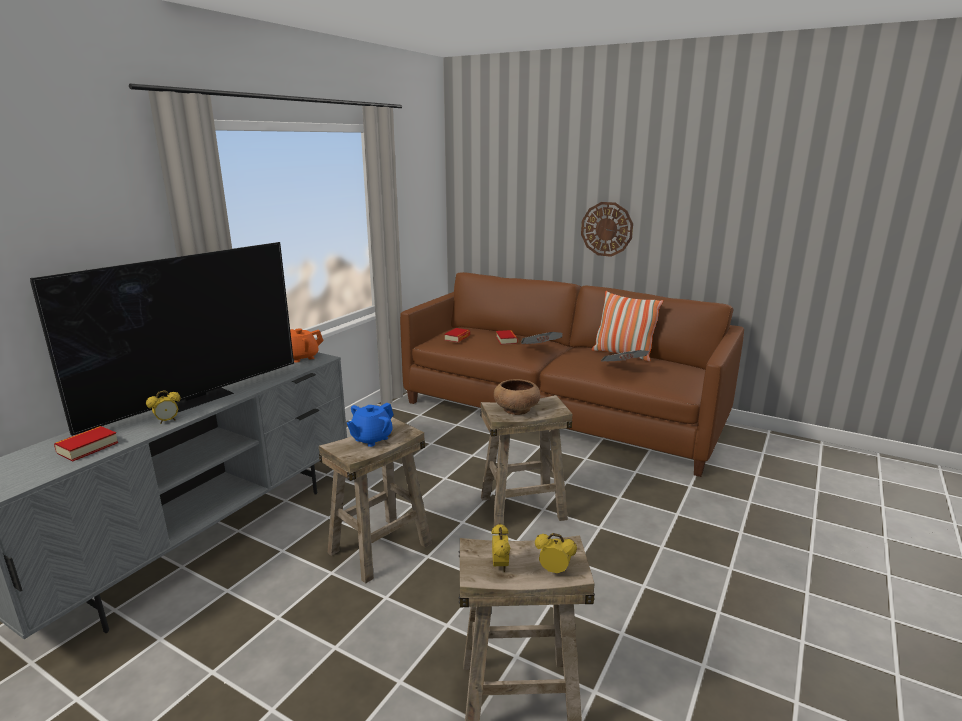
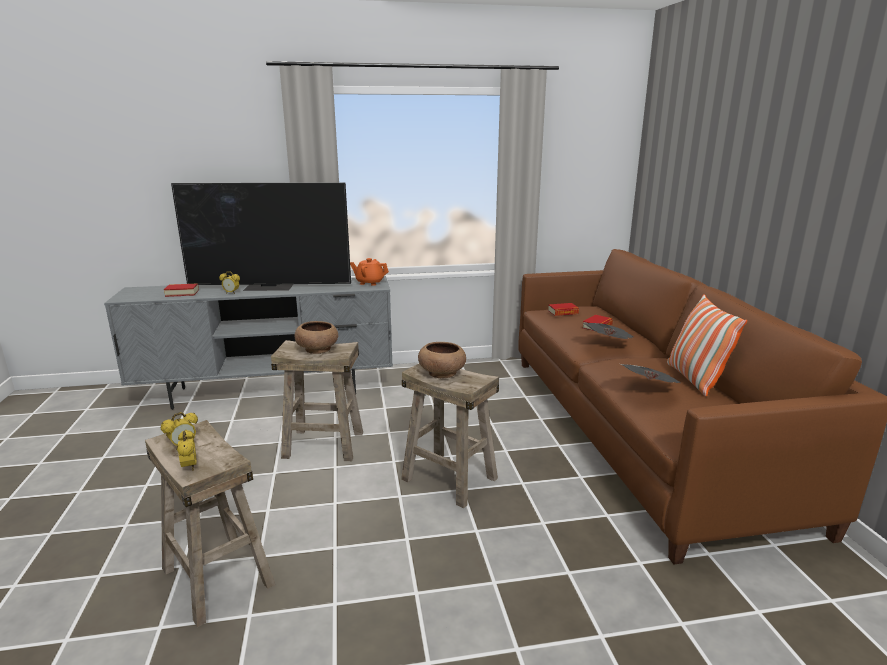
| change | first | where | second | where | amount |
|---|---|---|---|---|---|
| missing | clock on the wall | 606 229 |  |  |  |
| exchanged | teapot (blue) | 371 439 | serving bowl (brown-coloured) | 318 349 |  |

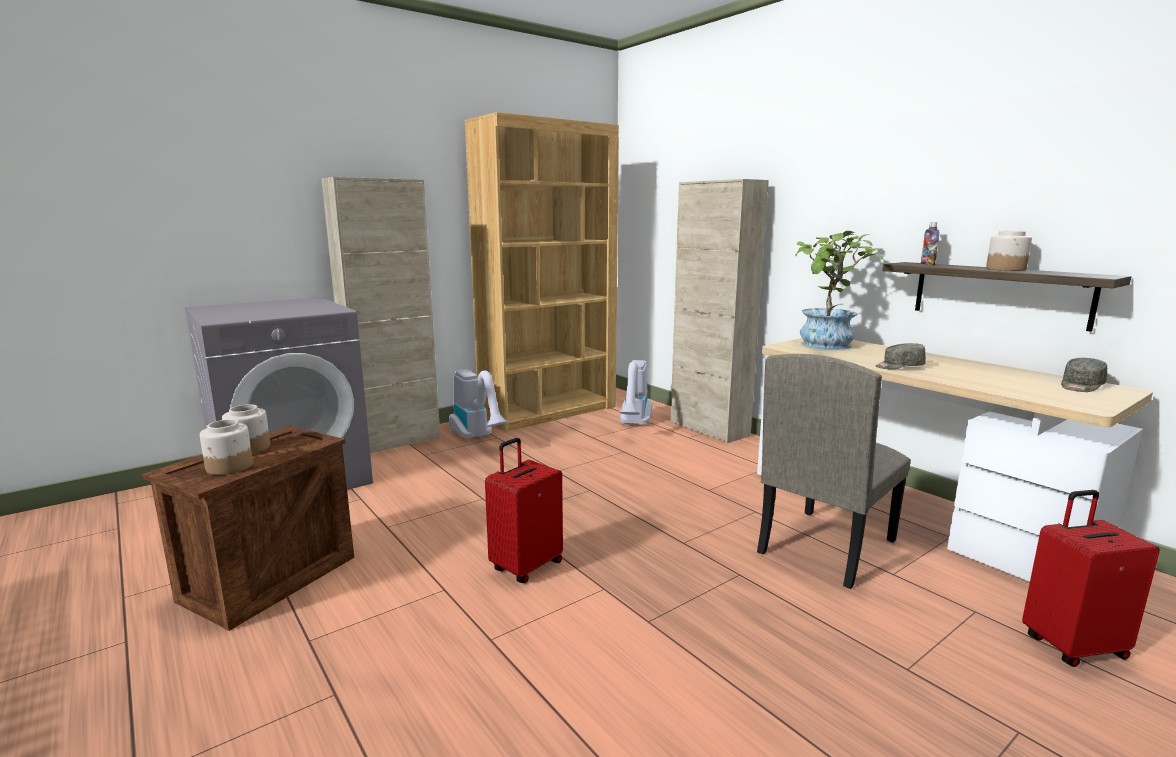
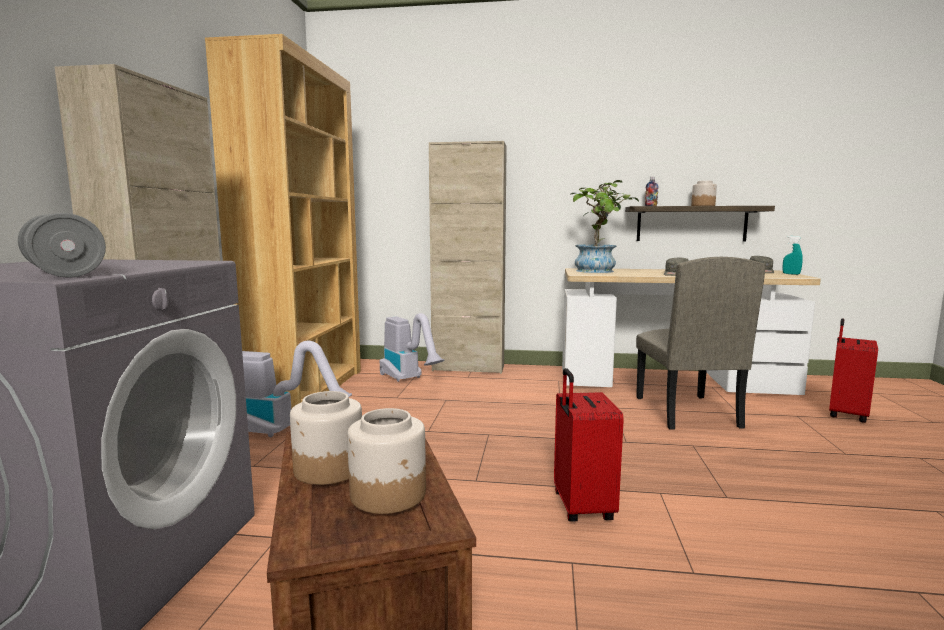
| change | first | where | second | where | amount |
|---|---|---|---|---|---|
| appeared |  |  | dumbbell (greyish) | 64 273 |  |
| appeared |  |  | spray bottle (blue-green) | 791 274 |  |

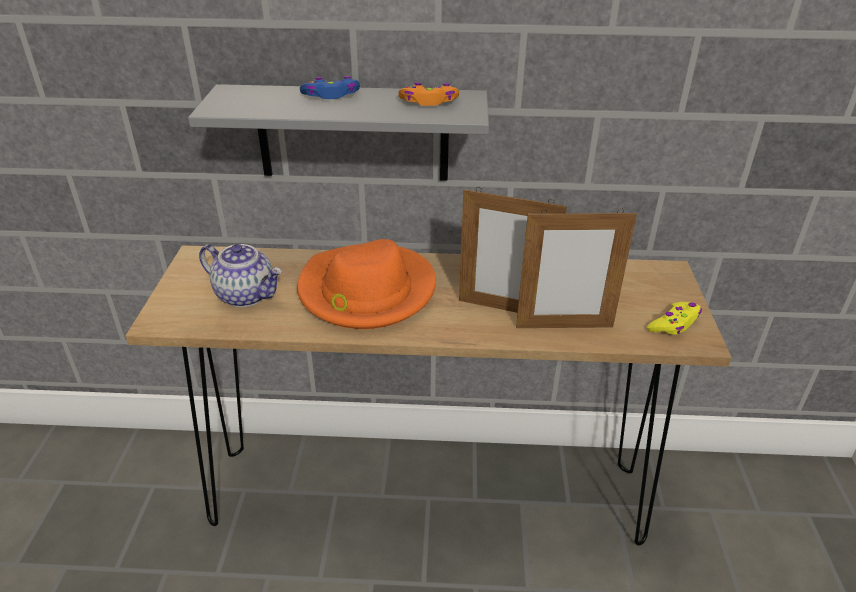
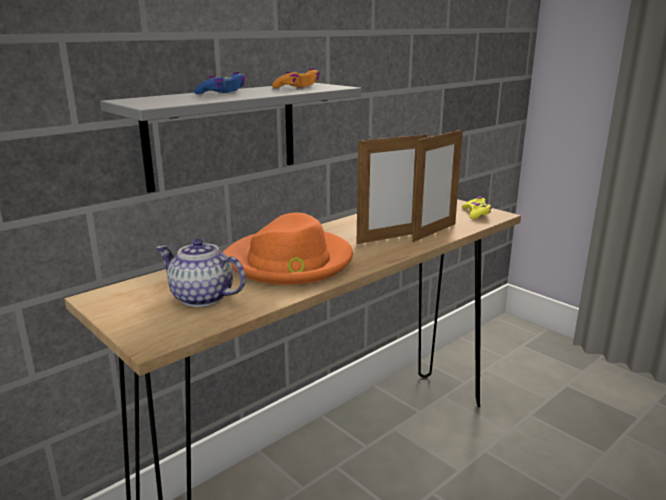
| change | first | where | second | where | amount |
|---|---|---|---|---|---|
| spun | teapot | 246 295 |  | 201 297 | 135 degrees counterclockwise |

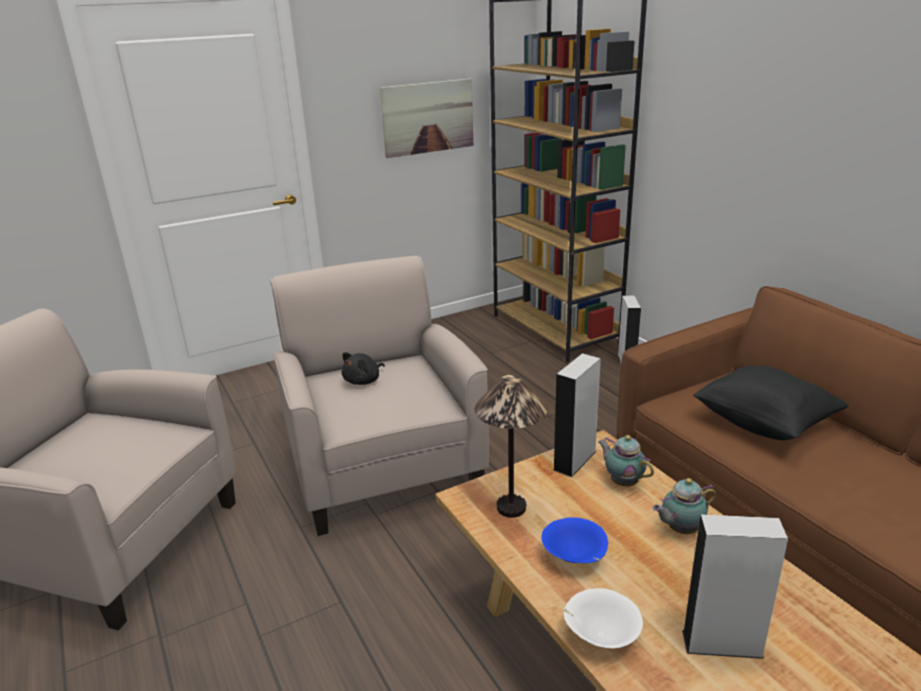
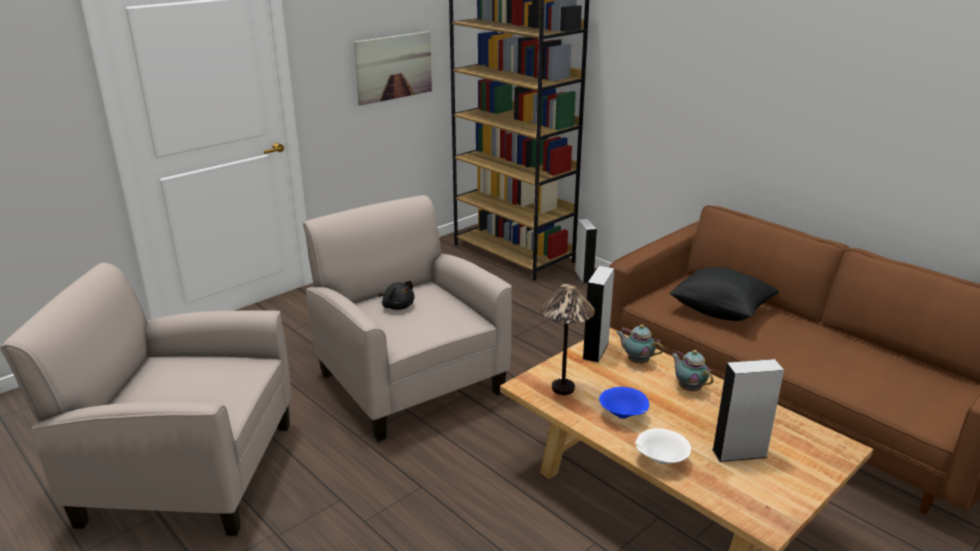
| change | first | where | second | where | amount |
|---|---|---|---|---|---|
| spun | plush toy (blackish) | 363 381 |  | 397 306 | 75 degrees counterclockwise |
| spun | teapot | 680 529 |  | 688 388 | 90 degrees clockwise |

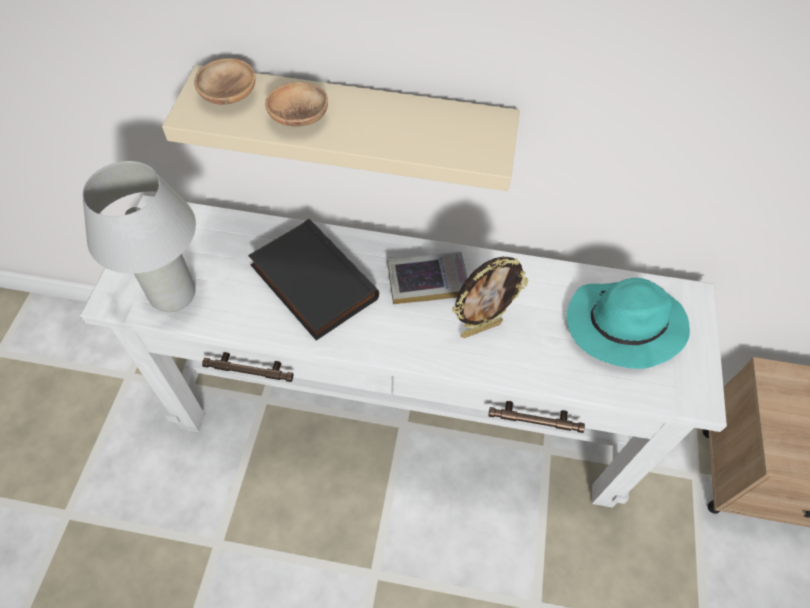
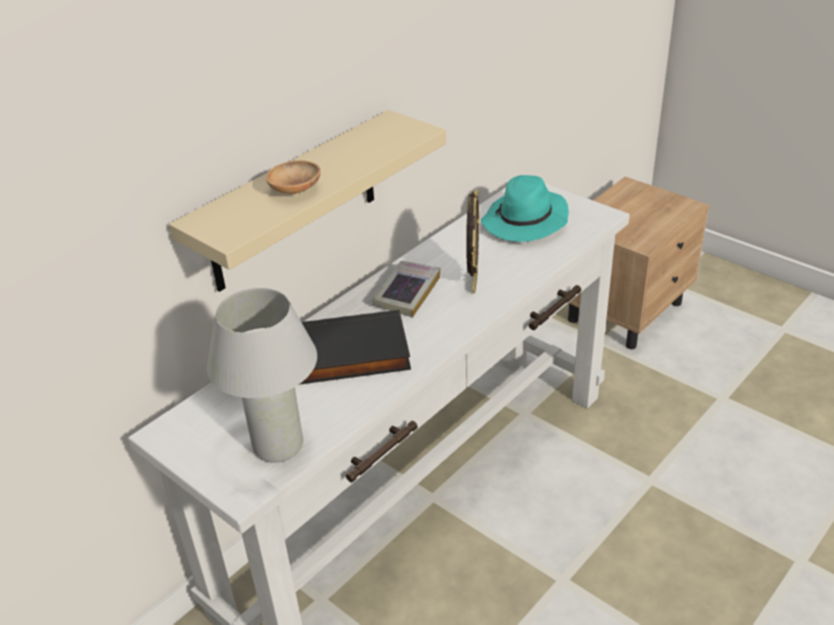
| change | first | where | second | where | amount |
|---|---|---|---|---|---|
| missing | serving bowl (brown-coloured) | 229 95 |  |  |  |

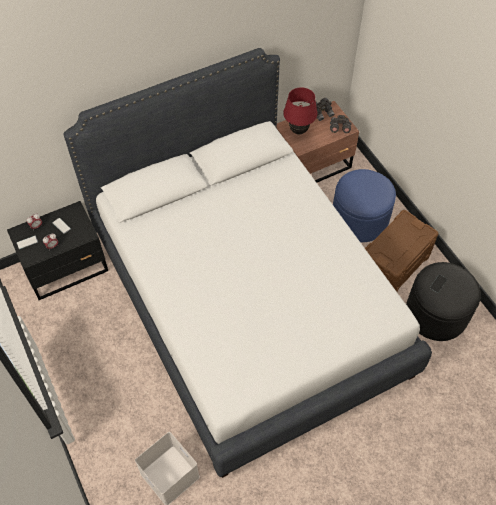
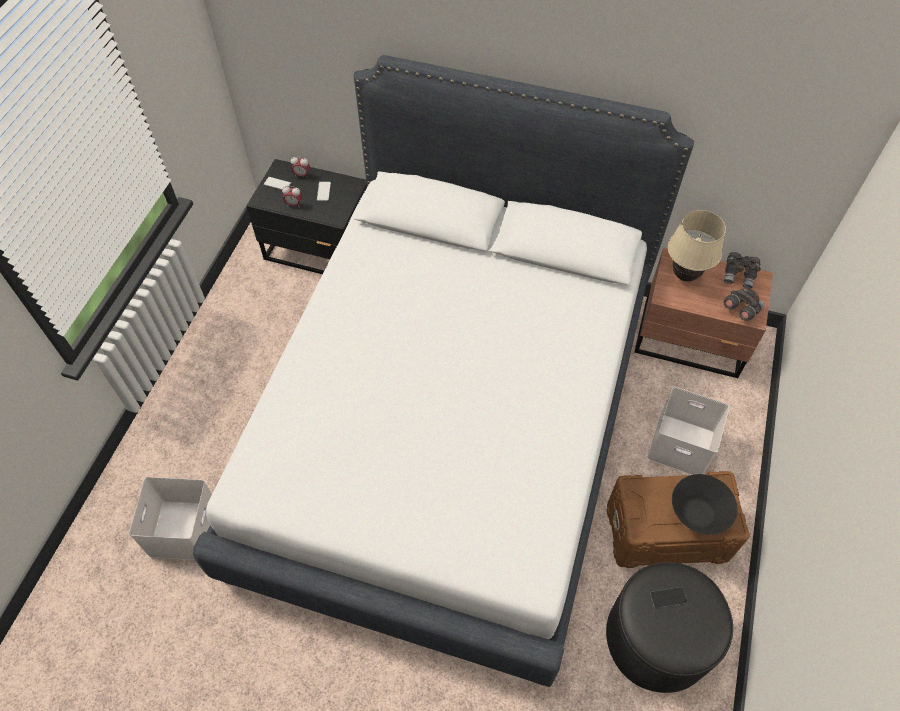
| change | first | where | second | where | amount |
|---|---|---|---|---|---|
| colour | table lamp (red-coloured) | 298 131 | table lamp (beige-coloured) | 684 275 |  |
| exchanged | pouffe (blue) | 359 219 | storage container (white-coloured) | 682 444 |  |
| appeared |  |  | serving bowl (blackish) | 697 513 |  |

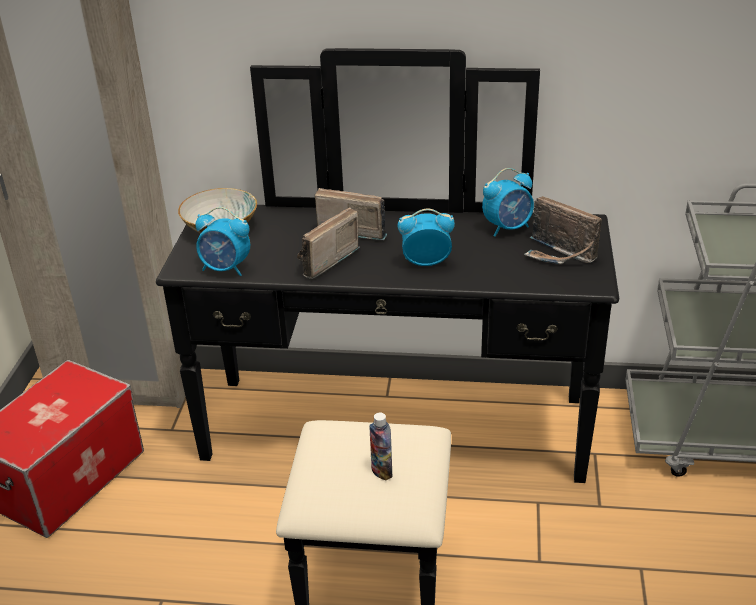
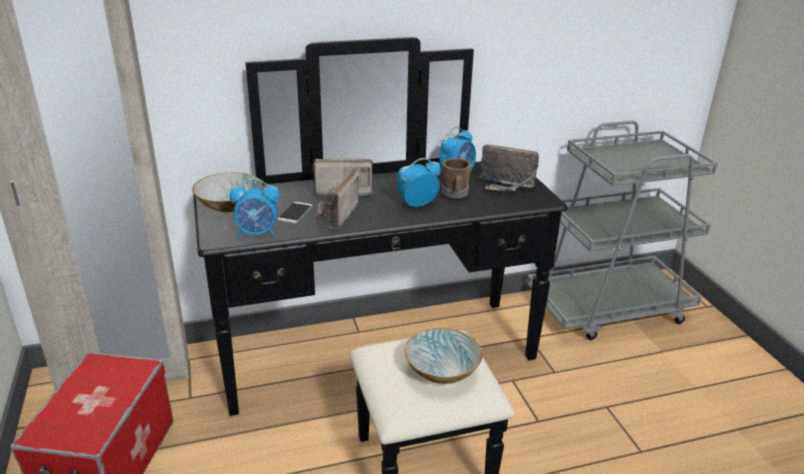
| change | first | where | second | where | amount |
|---|---|---|---|---|---|
| exchanged | beverage bottle | 381 471 | serving bowl | 443 370 |  |
| appeared |  |  | coffee mug (brown-coloured) | 455 194 |  |
| appeared |  |  | telephone | 295 213 |  |

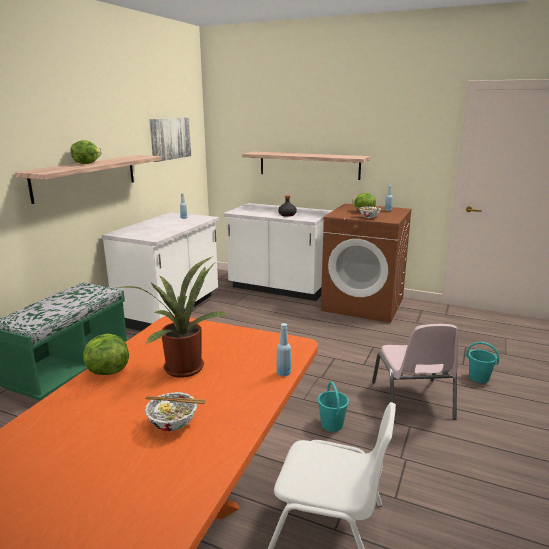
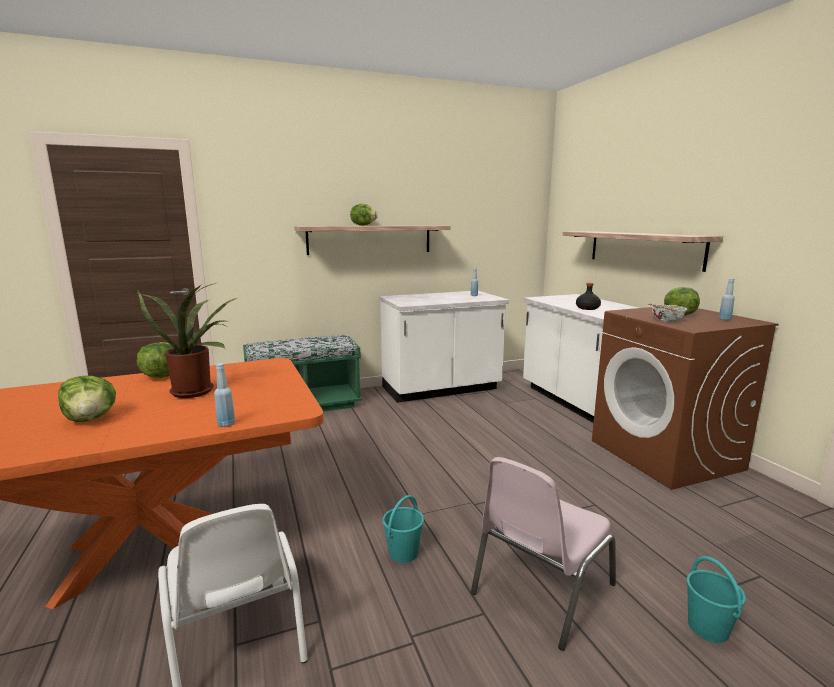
| change | first | where | second | where | amount |
|---|---|---|---|---|---|
| missing | picture | 170 138 |  |  |  |
| exchanged | serving bowl | 173 423 | lettuce head | 91 419 |  |

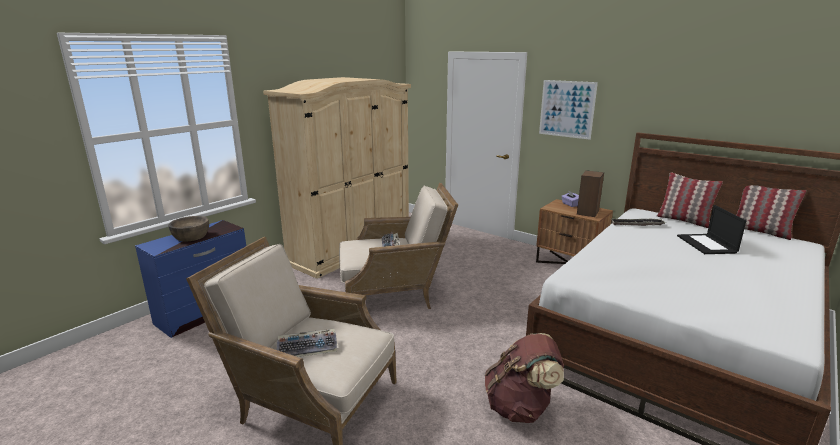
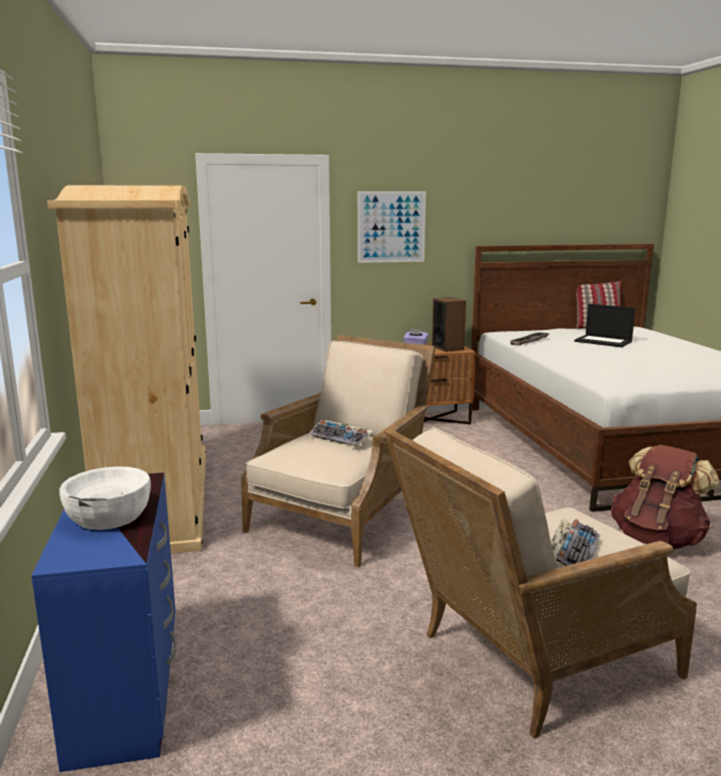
| change | first | where | second | where | amount |
|---|---|---|---|---|---|
| missing | cushion | 683 220 |  |  |  |
| colour | serving bowl (brown-coloured) | 191 236 | serving bowl (white-coloured) | 109 516 |  |

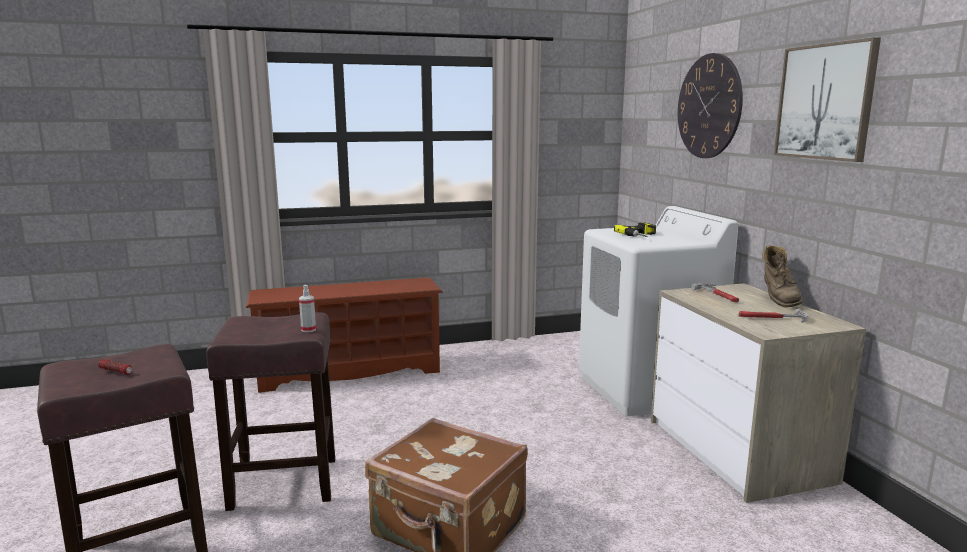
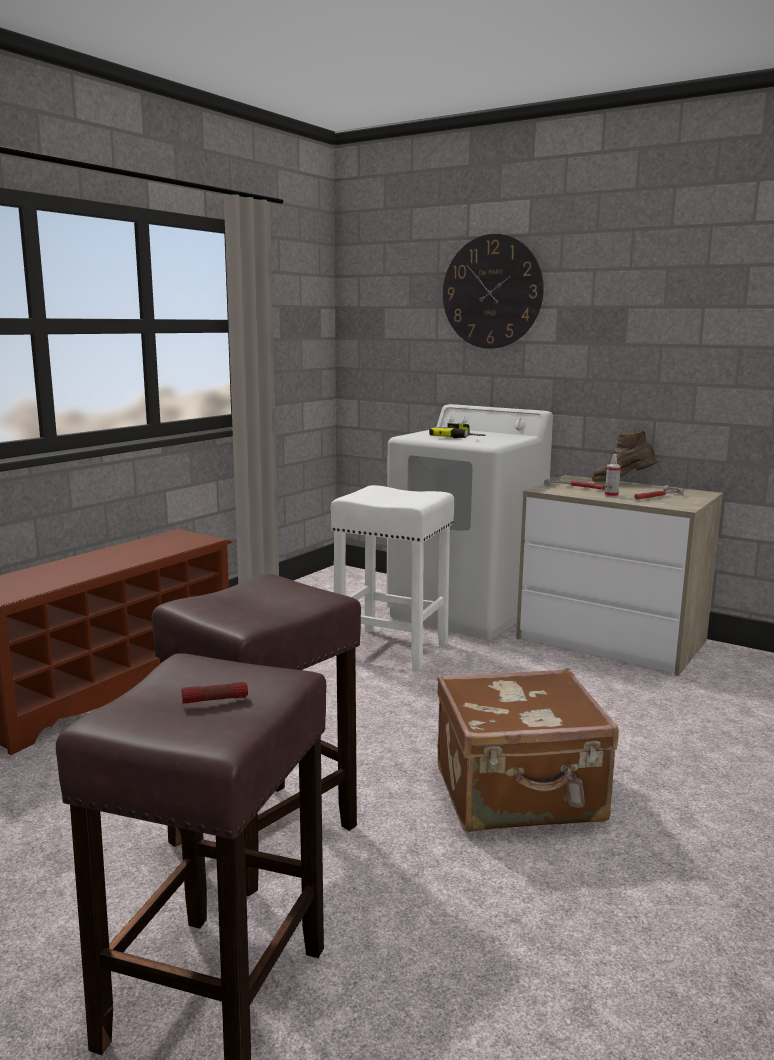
| change | first | where | second | where | amount |
|---|---|---|---|---|---|
| missing | picture | 825 102 |  |  |  |
| spun | boot (brown-coloured) | 778 300 |  | 622 483 | 135 degrees clockwise |
| relocated | spray bottle | 308 330 |  | 611 496 |  |
| appeared |  |  | sitting stool (white-coloured) | 393 649 |  |

